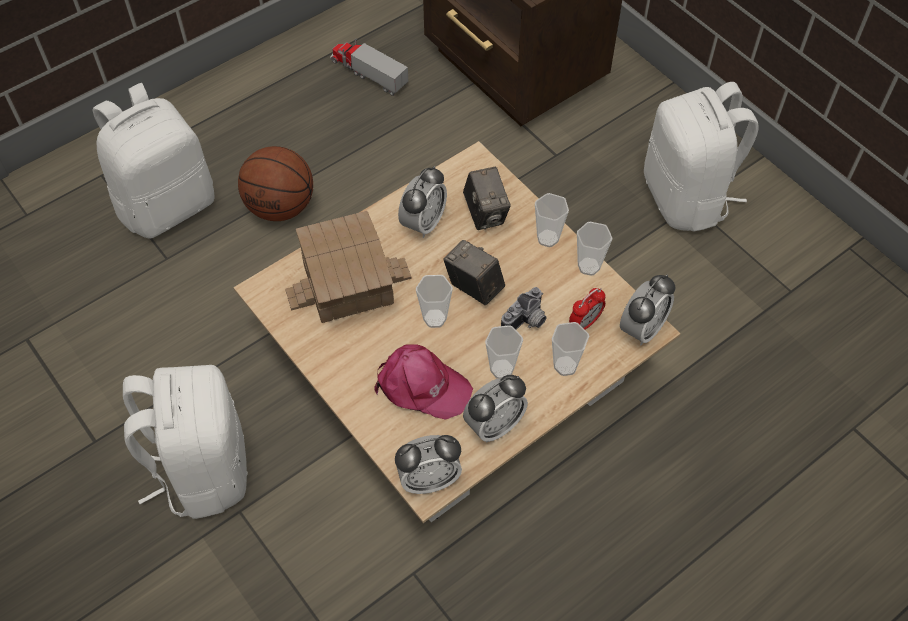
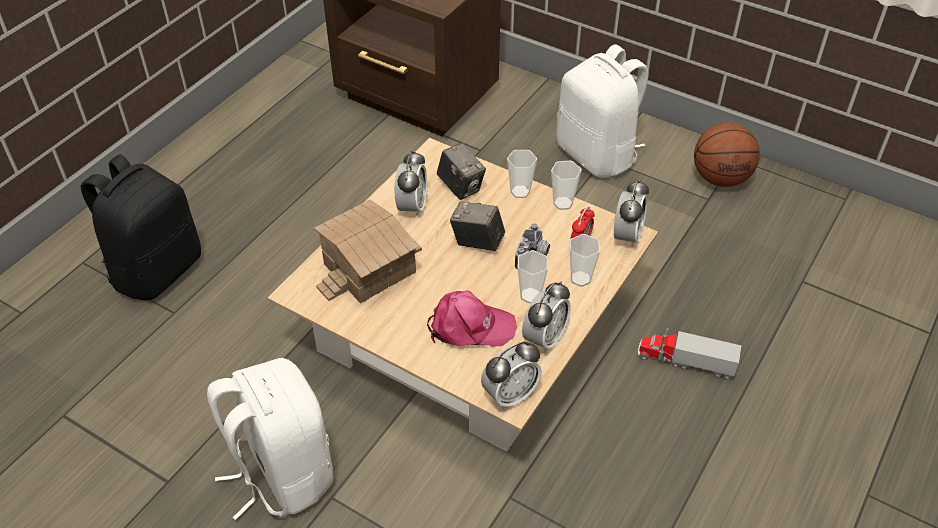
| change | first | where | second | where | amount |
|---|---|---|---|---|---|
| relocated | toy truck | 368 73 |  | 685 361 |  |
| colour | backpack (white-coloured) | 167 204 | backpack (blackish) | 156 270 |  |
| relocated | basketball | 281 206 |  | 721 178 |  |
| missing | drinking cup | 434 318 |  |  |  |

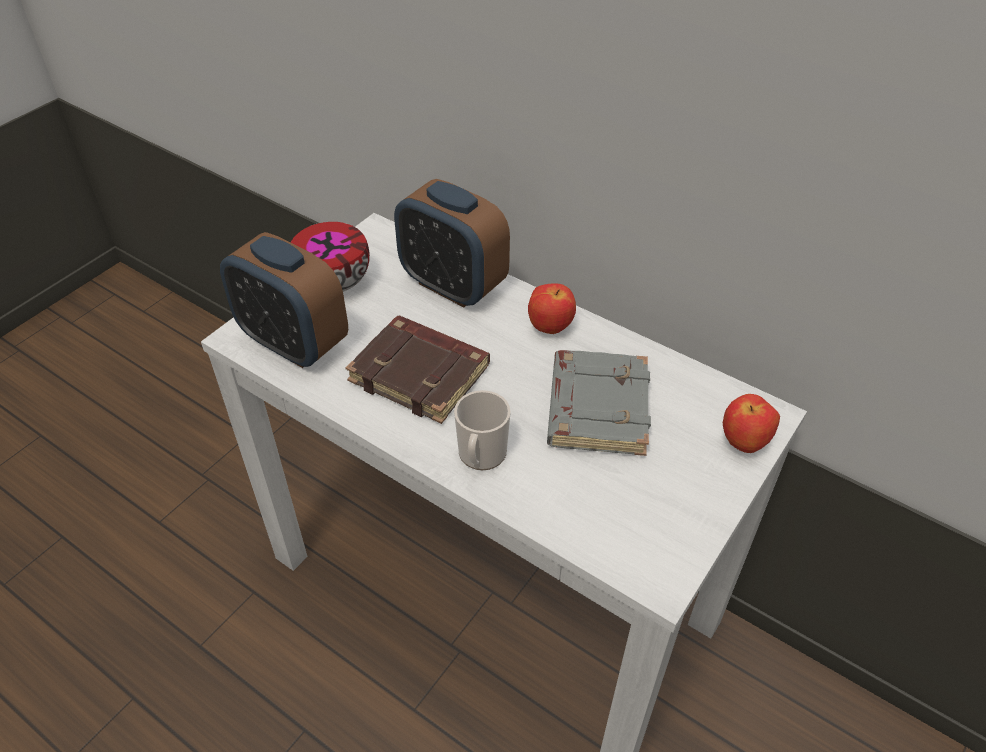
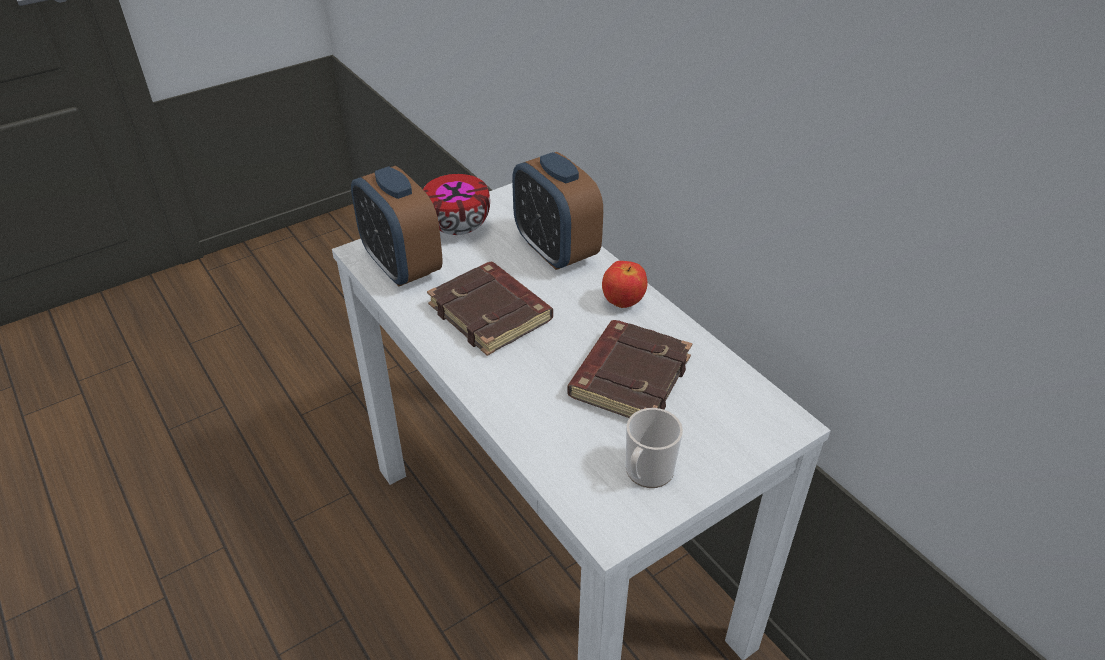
| change | first | where | second | where | amount |
|---|---|---|---|---|---|
| colour | bound book (greyish) | 596 407 | bound book (brown-coloured) | 629 377 |  |
| relocated | coffee mug | 481 456 |  | 646 473 |  |
| missing | whole apple | 744 443 |  |  |  |

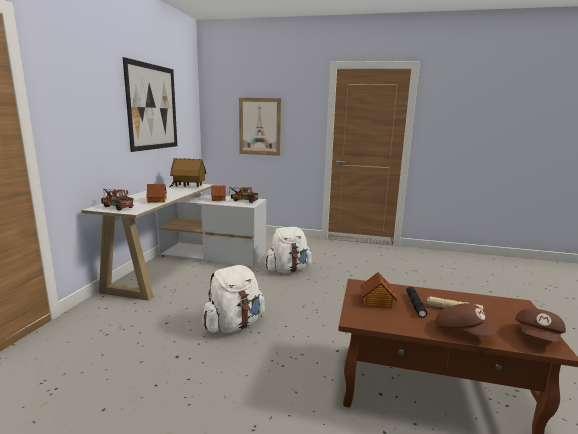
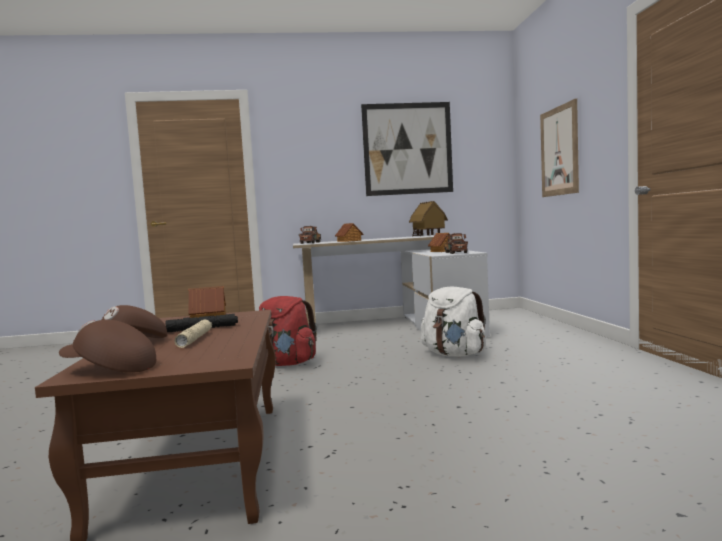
| change | first | where | second | where | amount |
|---|---|---|---|---|---|
| colour | backpack (white-coloured) | 234 325 | backpack (red-coloured) | 286 363 |  |

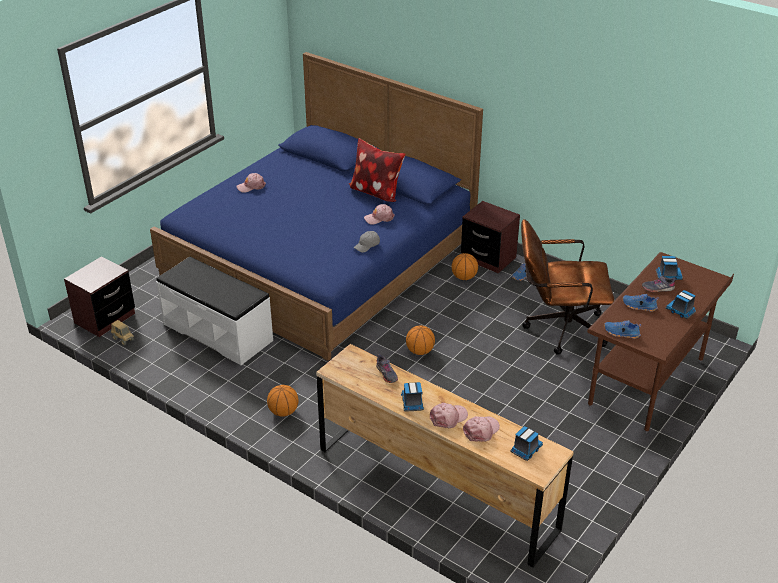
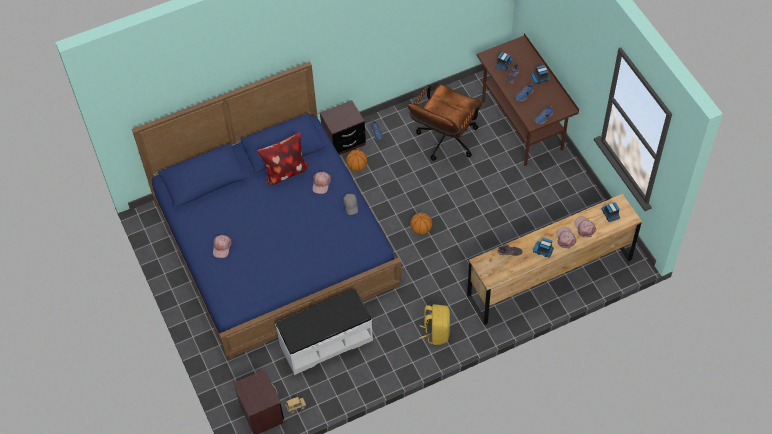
| change | first | where | second | where | amount |
|---|---|---|---|---|---|
| exchanged | basketball | 283 412 | backpack (yellow) | 436 332 |  |

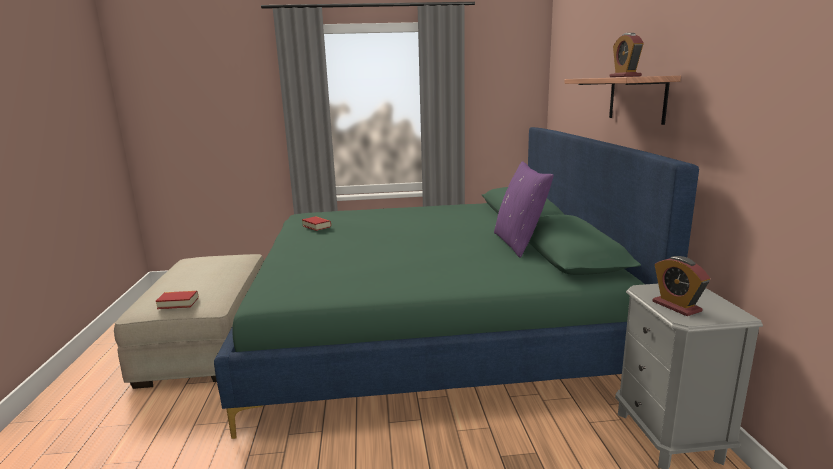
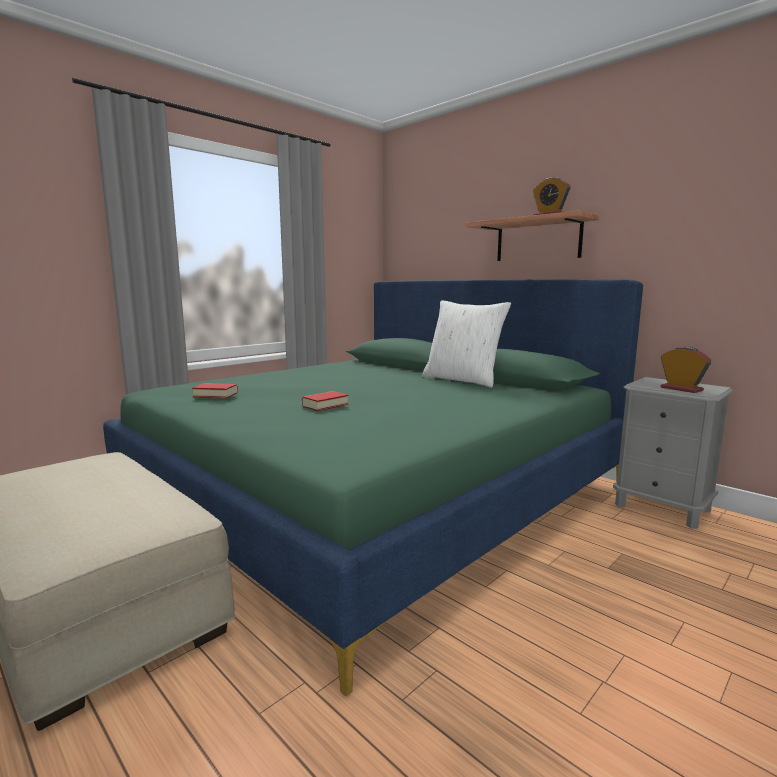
| change | first | where | second | where | amount |
|---|---|---|---|---|---|
| colour | cushion (purple-coloured) | 519 243 | cushion (white-coloured) | 463 380 |  |
| spun | bedside clock | 676 306 |  | 681 389 | 150 degrees counterclockwise |
| relocated | bound book | 178 303 |  | 325 405 |  |

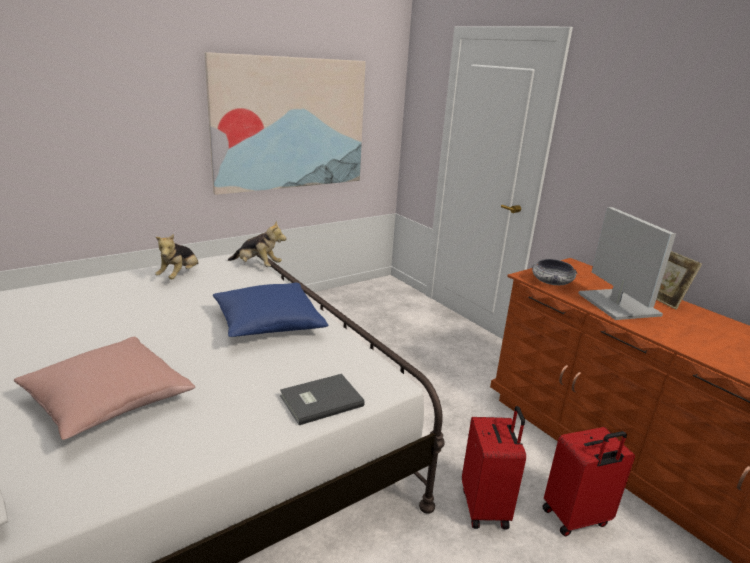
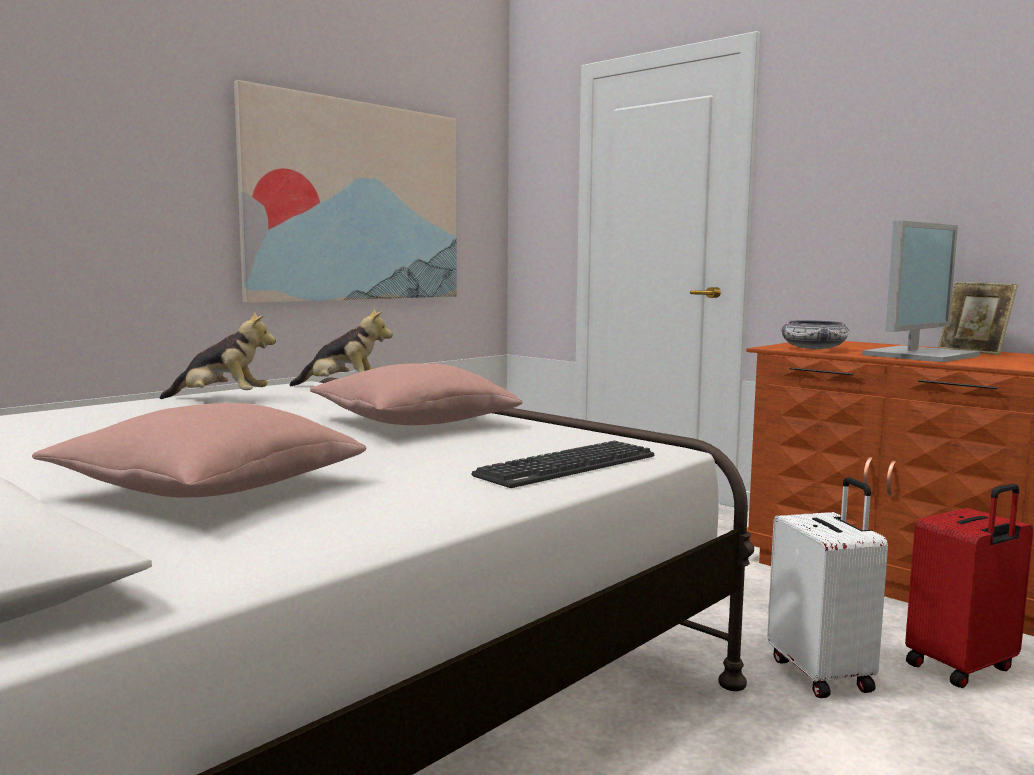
| change | first | where | second | where | amount |
|---|---|---|---|---|---|
| spun | computer screen | 616 304 |  | 919 355 | 75 degrees clockwise |
| spun | plush toy | 179 276 |  | 221 399 | 90 degrees counterclockwise |
| colour | cushion (blue) | 268 324 | cushion (pinkish) | 413 422 |  |
| exchanged | bound book (greyish) | 319 400 | keyboard | 567 466 |  |
| colour | piece of luggage (red-coloured) | 486 507 | piece of luggage (white-coloured) | 822 674 |  |

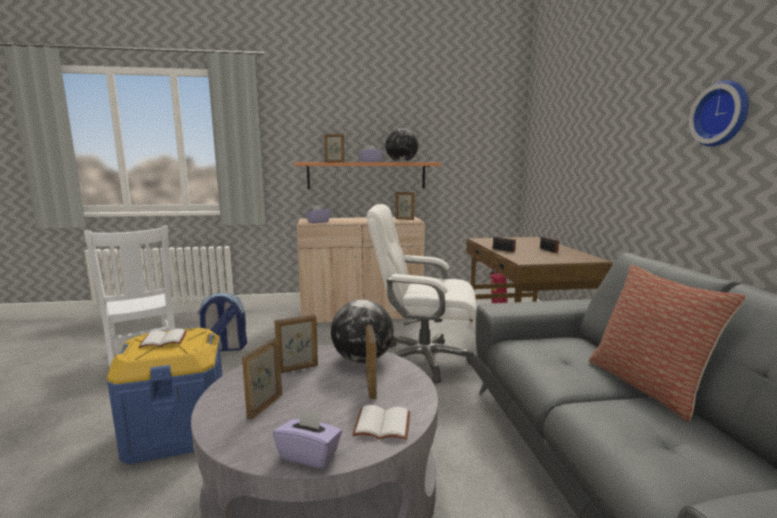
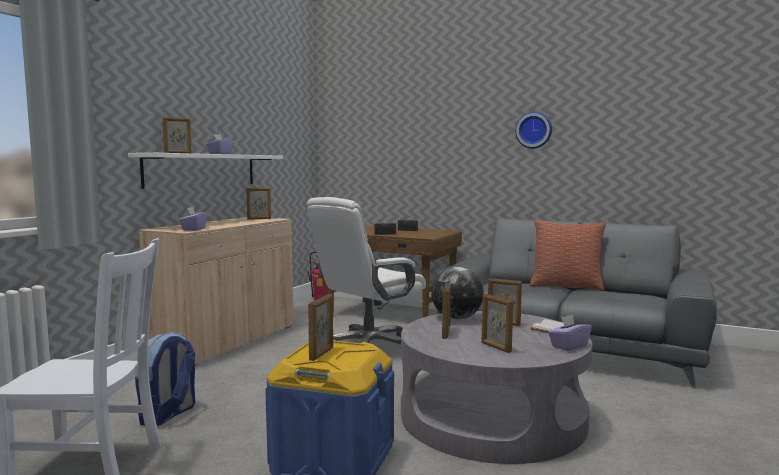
| change | first | where | second | where | amount |
|---|---|---|---|---|---|
| missing | world globe | 401 162 |  |  |  |
| colour | wall shelf (orange-coloured) | 367 175 | wall shelf (white-coloured) | 202 170 |  |
| exchanged | bound book (white-coloured) | 165 339 | photo frame | 322 354 |  |

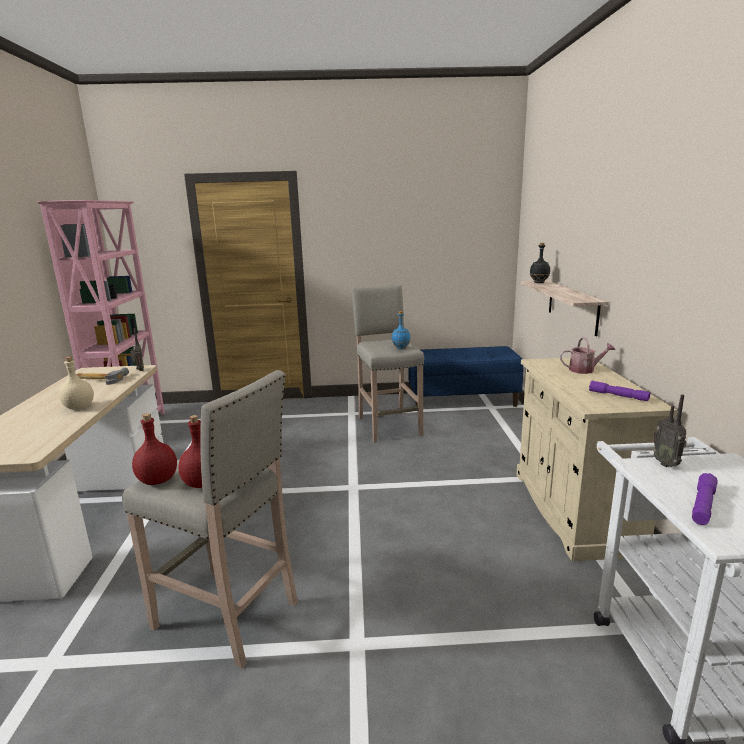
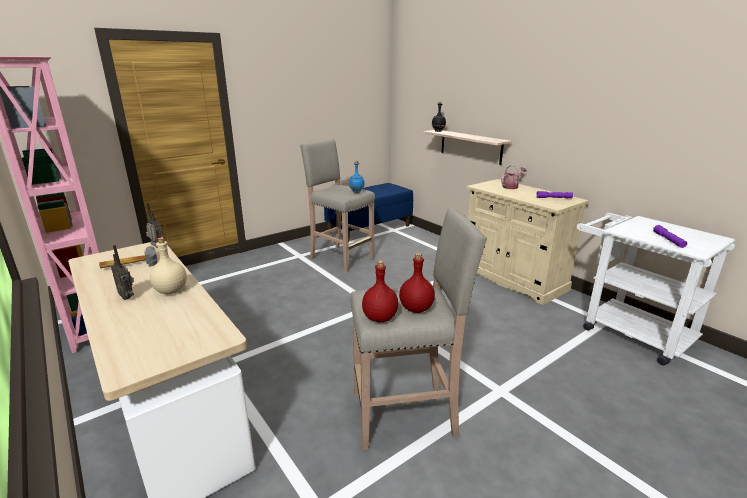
| change | first | where | second | where | amount |
|---|---|---|---|---|---|
| relocated | radio receiver | 666 464 |  | 128 297 |  |

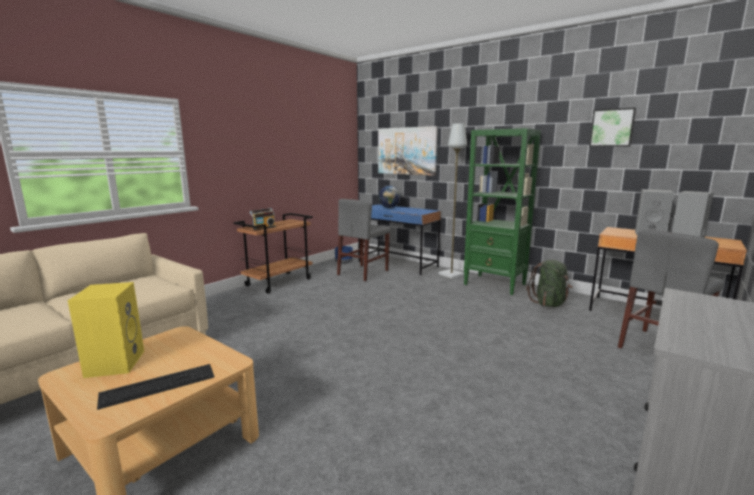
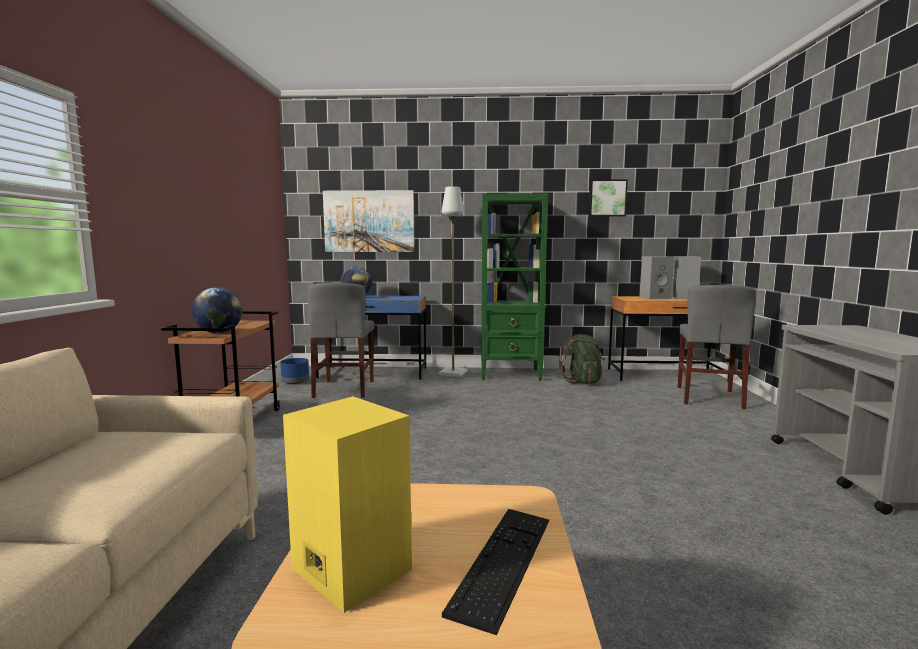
| change | first | where | second | where | amount |
|---|---|---|---|---|---|
| exchanged | radio receiver | 263 228 | world globe | 219 333 |  |

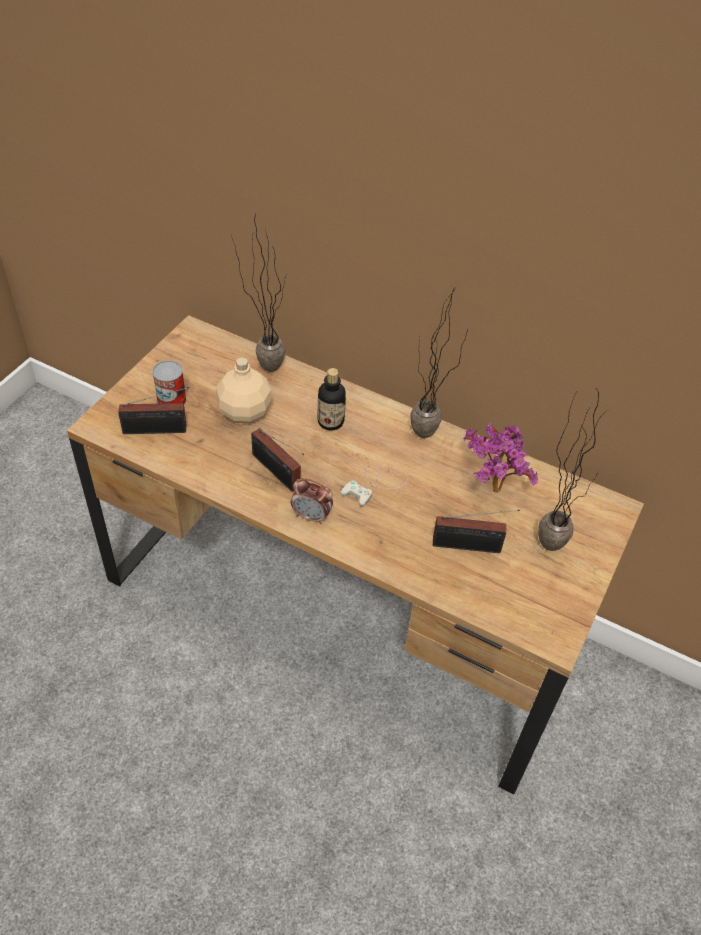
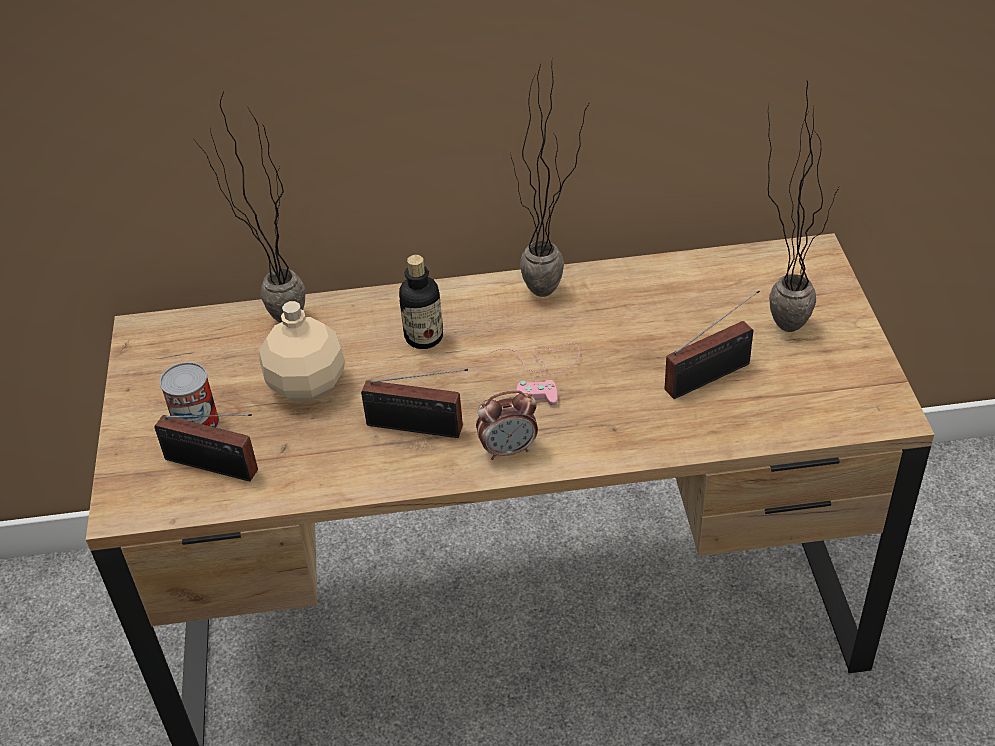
| change | first | where | second | where | amount |
|---|---|---|---|---|---|
| spun | radio receiver | 158 430 |  | 216 467 | 60 degrees clockwise |
| missing | potted plant | 490 493 |  |  |  |
| colour | game controller (white-coloured) | 374 482 | game controller (pinkish) | 542 373 |  |

